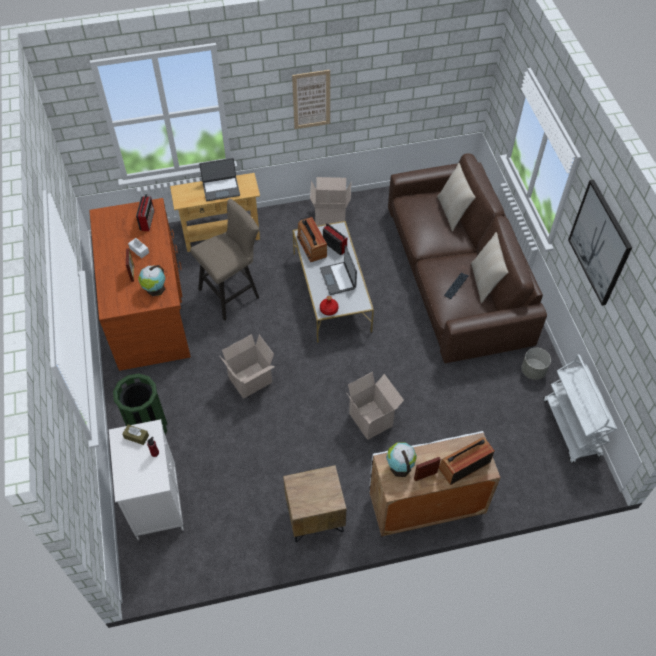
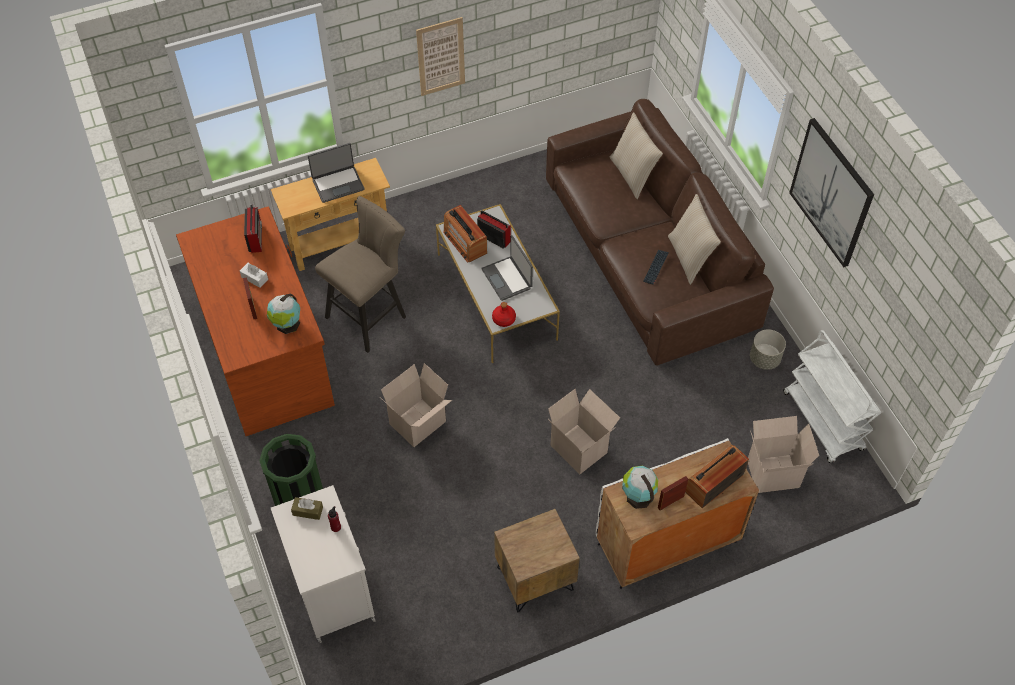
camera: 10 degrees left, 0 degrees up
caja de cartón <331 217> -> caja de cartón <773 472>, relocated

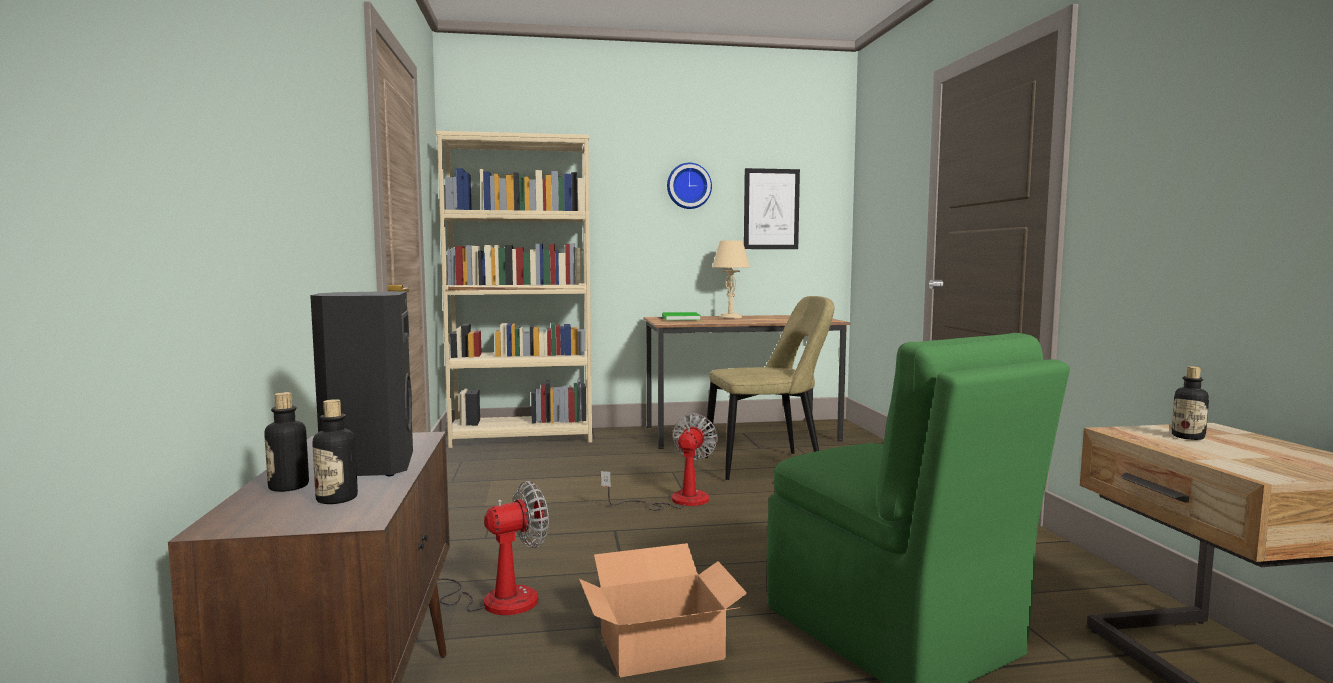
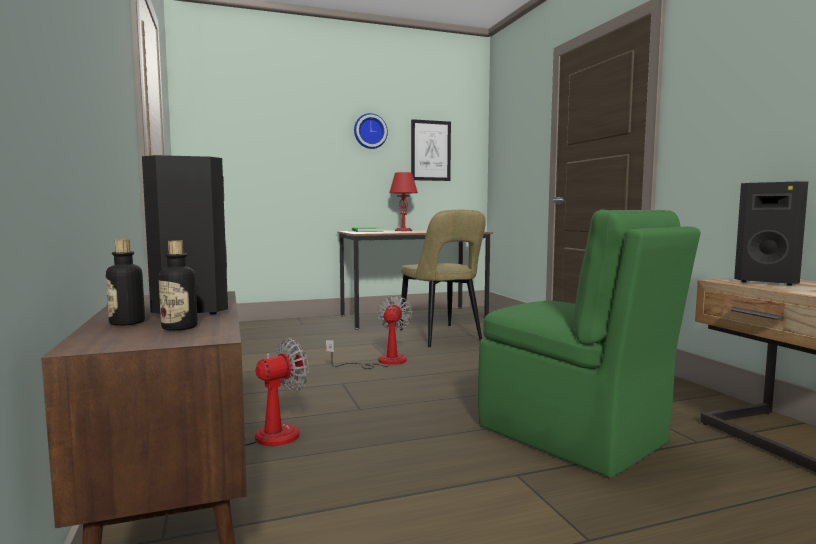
camera: 10 degrees left, 0 degrees up
estantería [beis] <523 438> -> none
caja de cartón <659 645> -> none
silla [beis] <768 466> -> silla [beis] <441 337>, 90 degrees clockwise
lámpara de mesa [beis] <730 317> -> lámpara de mesa [rojo] <403 230>
botella <1187 437> -> altavoz [negro] <767 282>

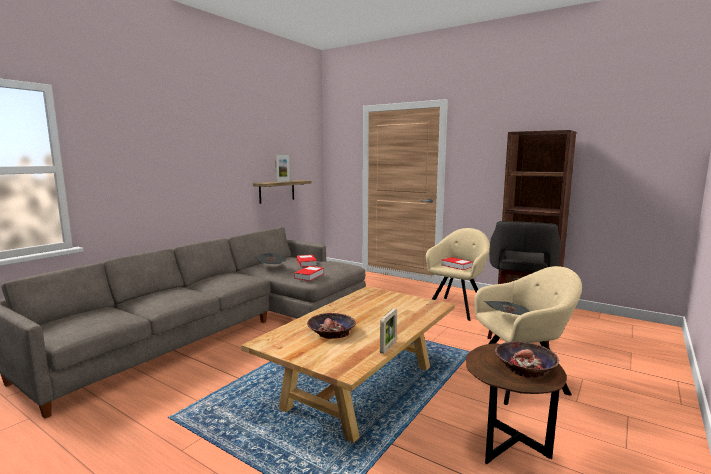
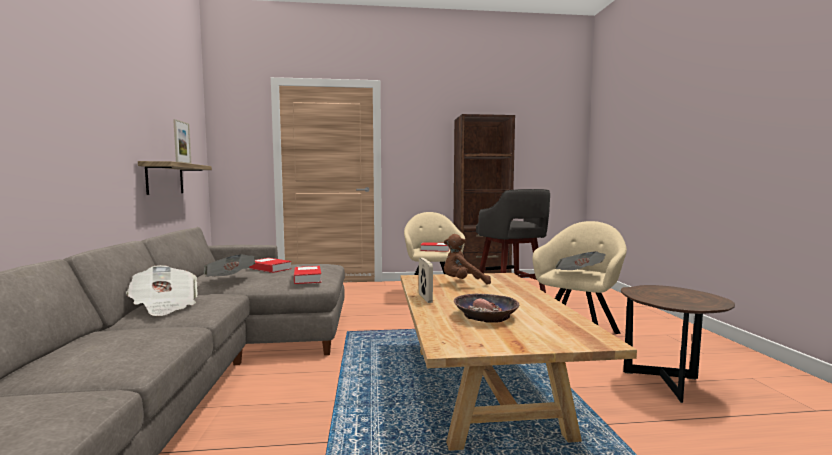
camera: 40 degrees left, 5 degrees down
portarretratos <388 347> -> portarretratos <425 298>, relocated
cuenco <525 366> -> none
none -> periódico <165 306>
none -> peluche [marrón] <463 283>

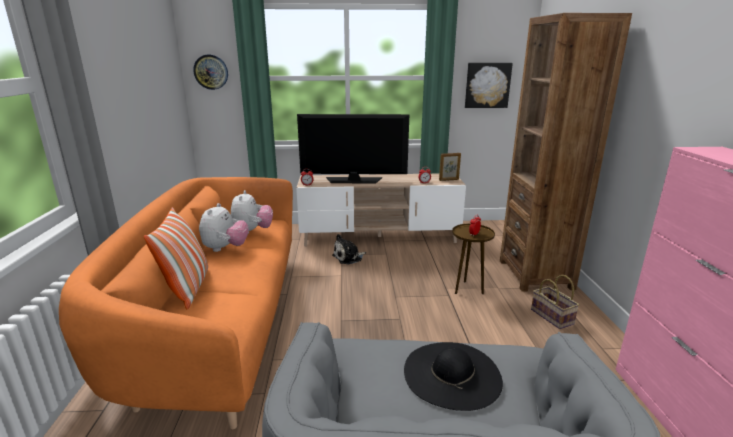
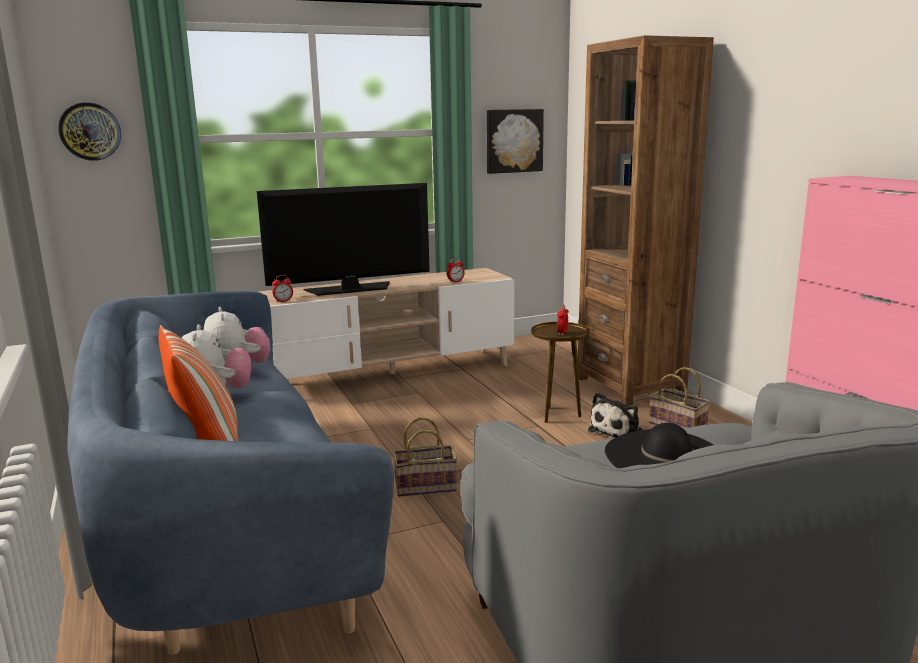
camera: 20 degrees left, 5 degrees down
sofá [naranja] <220 323> -> sofá [azul] <225 520>
peluche <349 258> -> peluche <618 430>, relocated
portarretratos <449 180> -> none
none -> cesta <427 485>

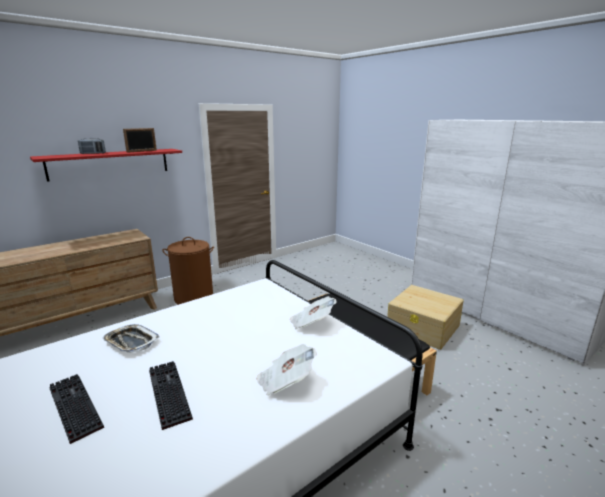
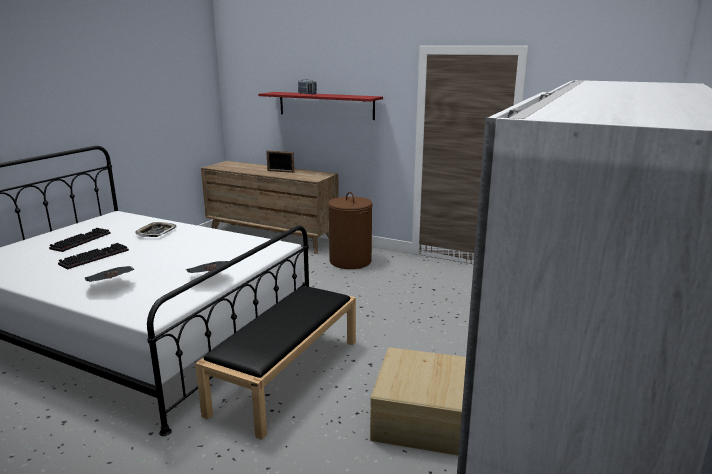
camera: 65 degrees right, 0 degrees up
portarretratos <142 151> -> portarretratos <280 171>, relocated

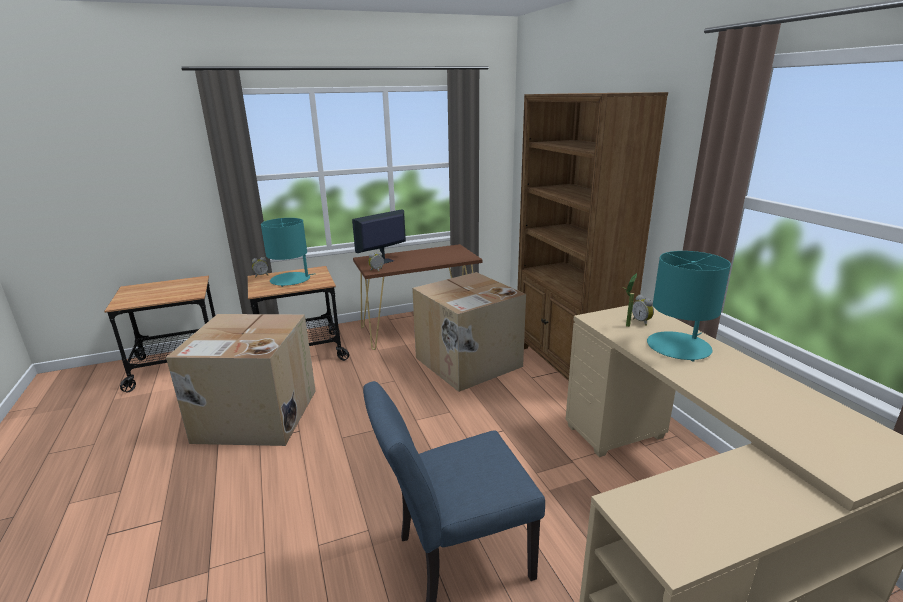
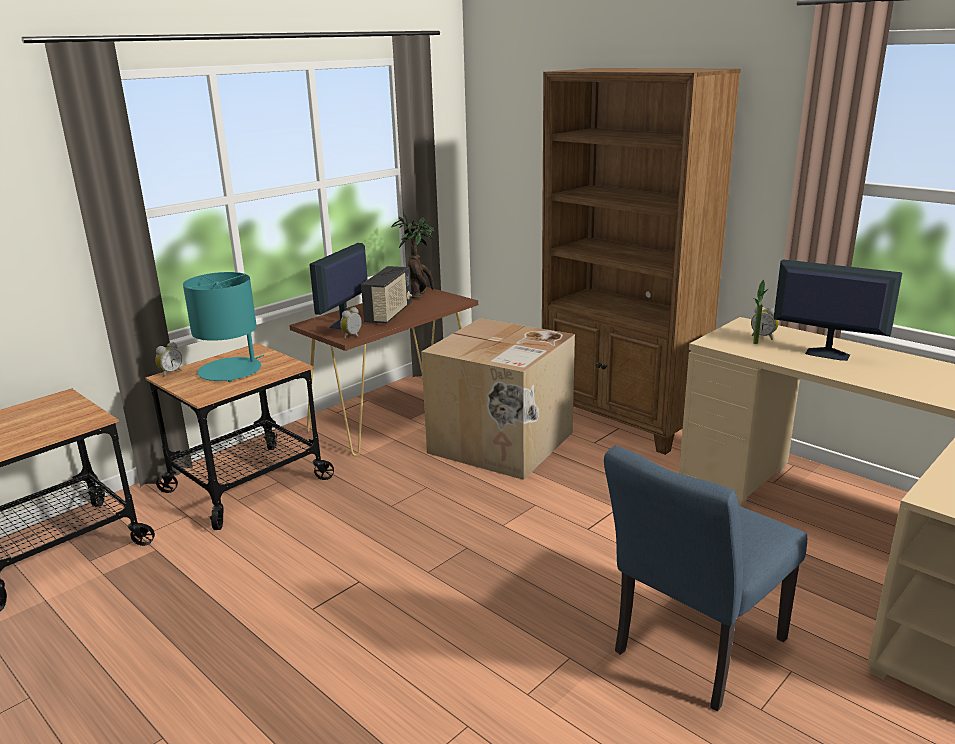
camera: 25 degrees left, 0 degrees up
caja de cartón <255 416> -> none
lámpara de mesa [turquesa] <679 347> -> monitor <826 354>
none -> radio <389 314>
none -> planta en maceta <419 295>

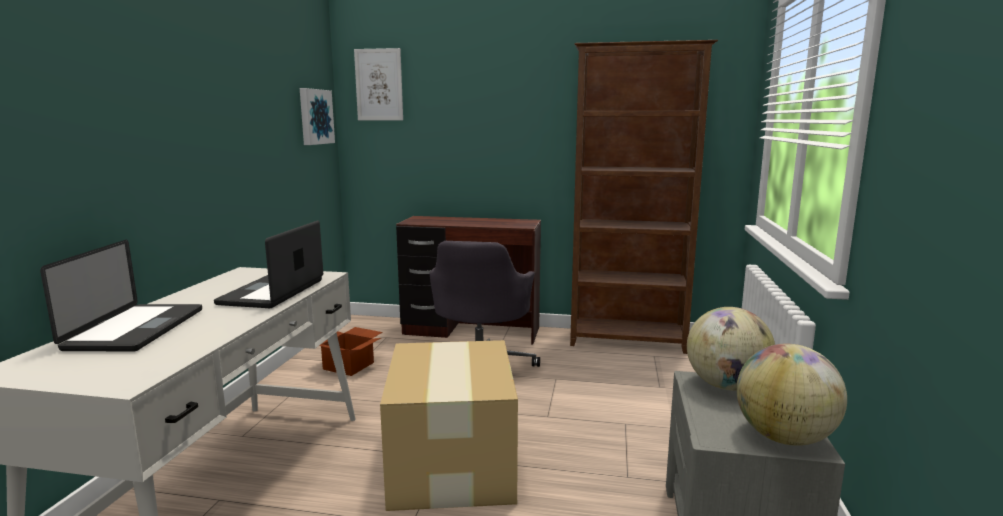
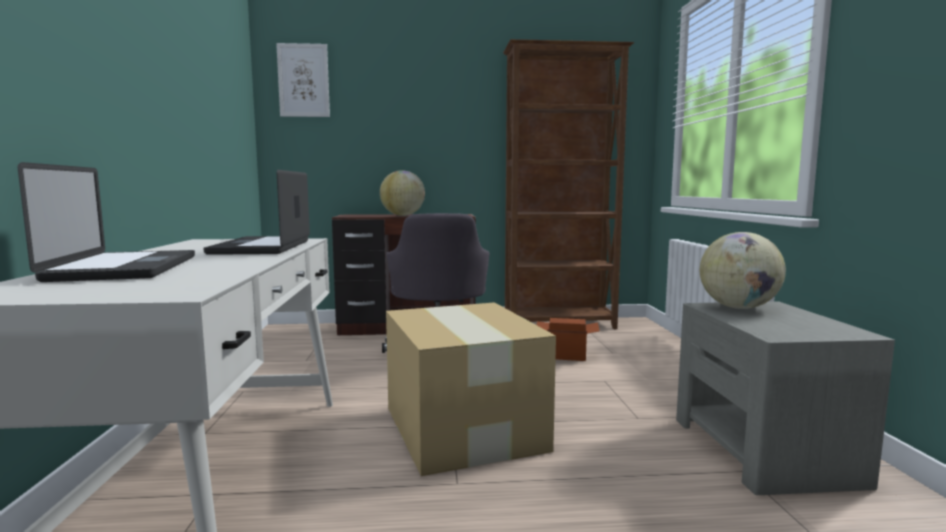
camera: 15 degrees left, 5 degrees down
cuadro <315 117> -> none
caja de cartón <350 365> -> caja de cartón <567 354>, relocated
globo terráqueo <784 437> -> globo terráqueo <402 215>, relocated

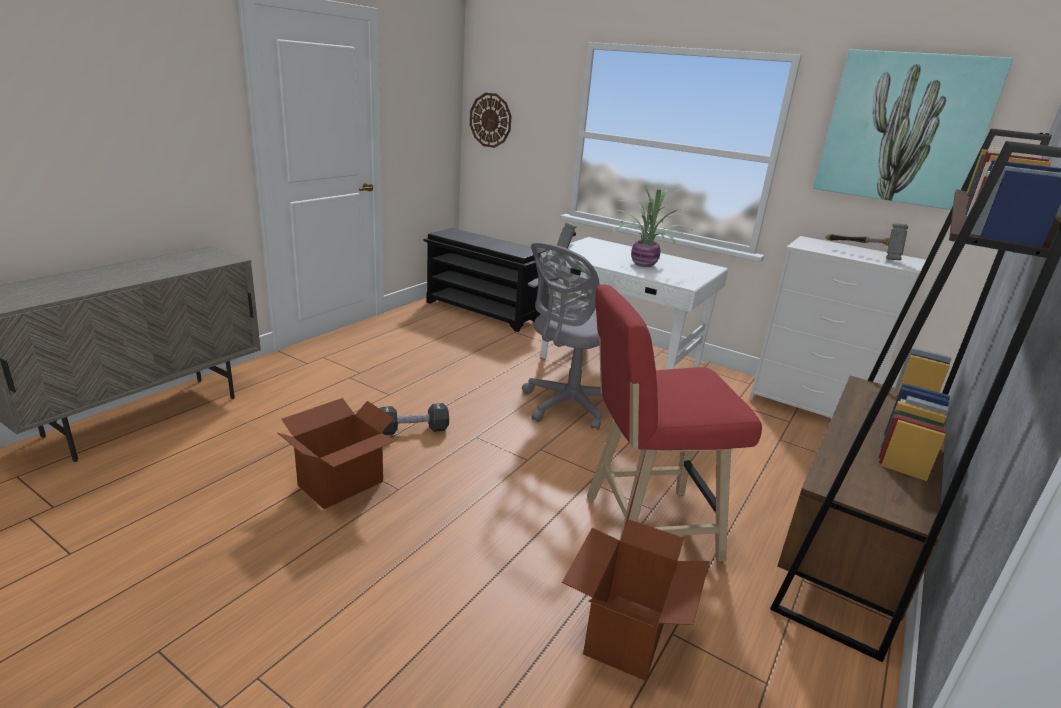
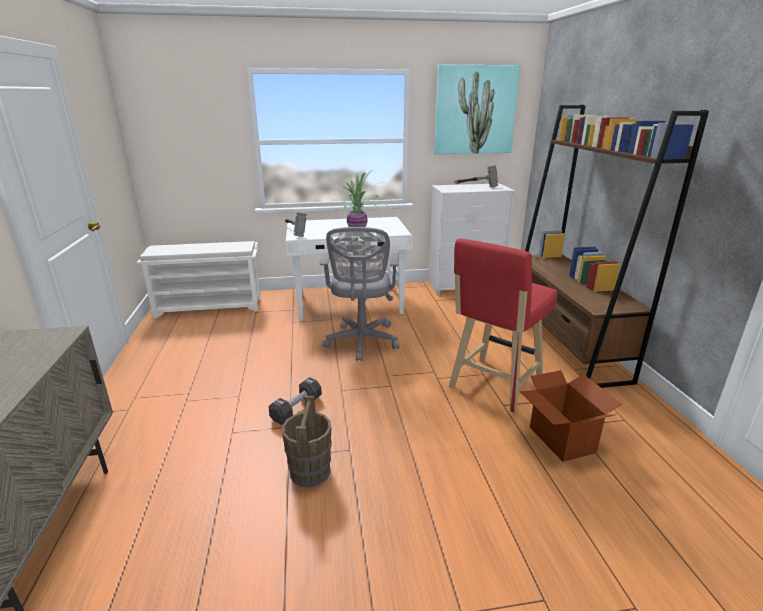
camera: 40 degrees left, 0 degrees up
caja de cartón <341 484> -> cubo [marrón] <310 471>
zapatero [negro] <483 311> -> zapatero [blanco] <210 307>
reloj de pared <490 120> -> none

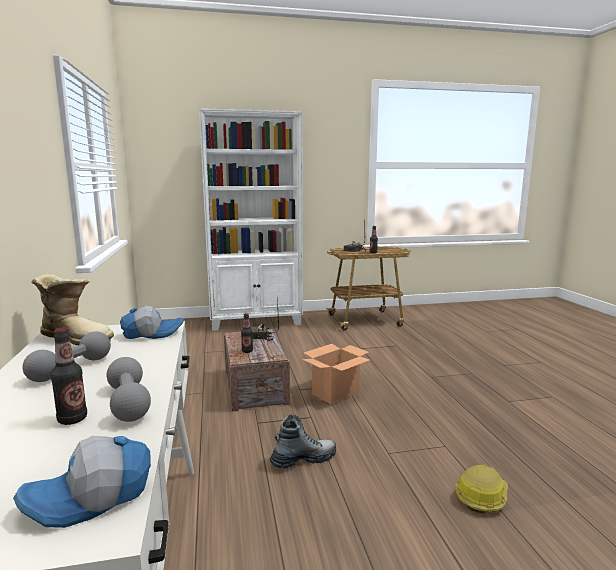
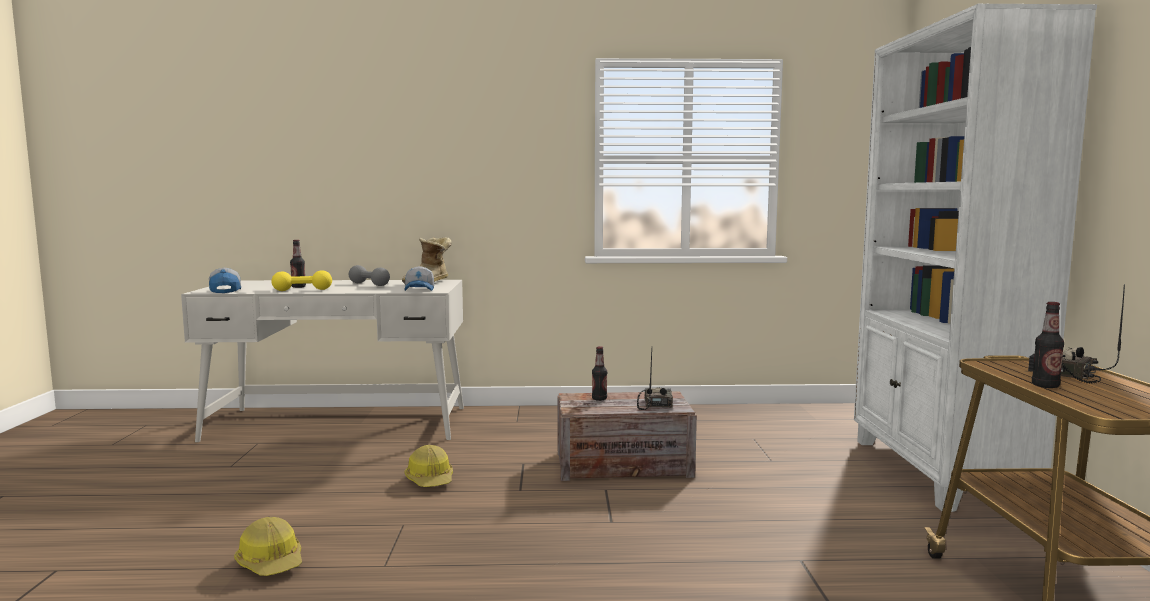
camera: 100 degrees right, 5 degrees down
mancuerna [gris] <129 403> -> mancuerna [amarillo] <302 290>
bota <303 459> -> casco <430 480>
caja de cartón <335 393> -> none

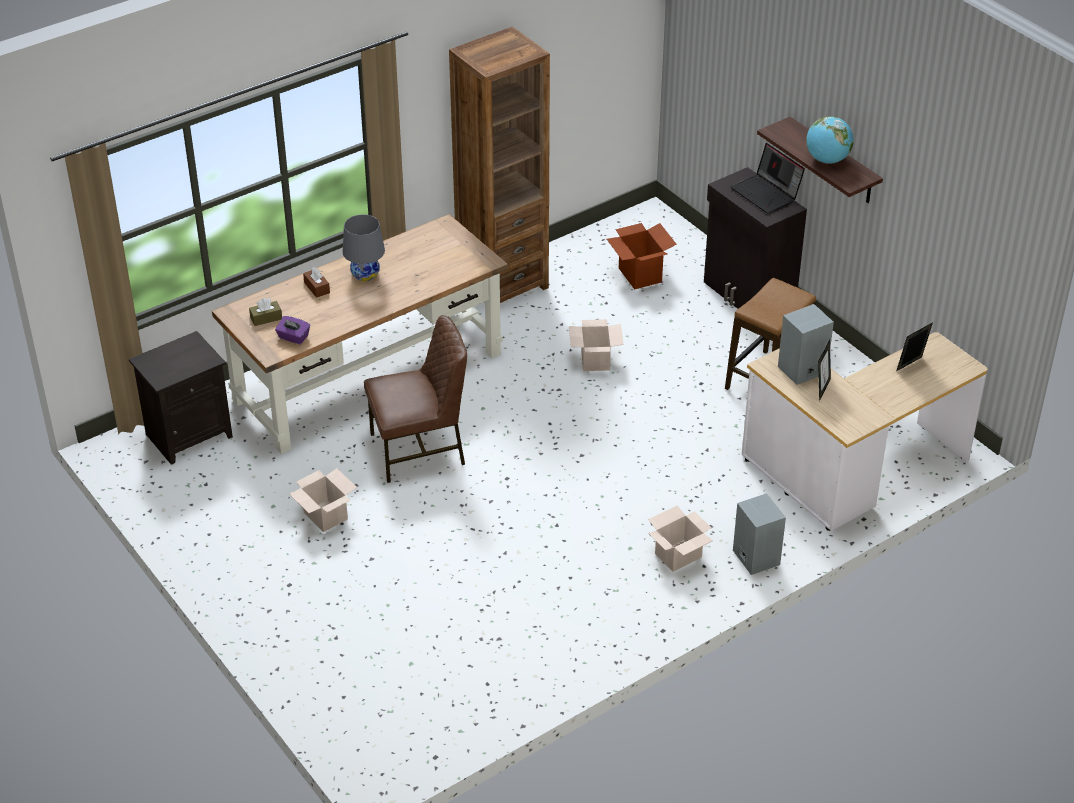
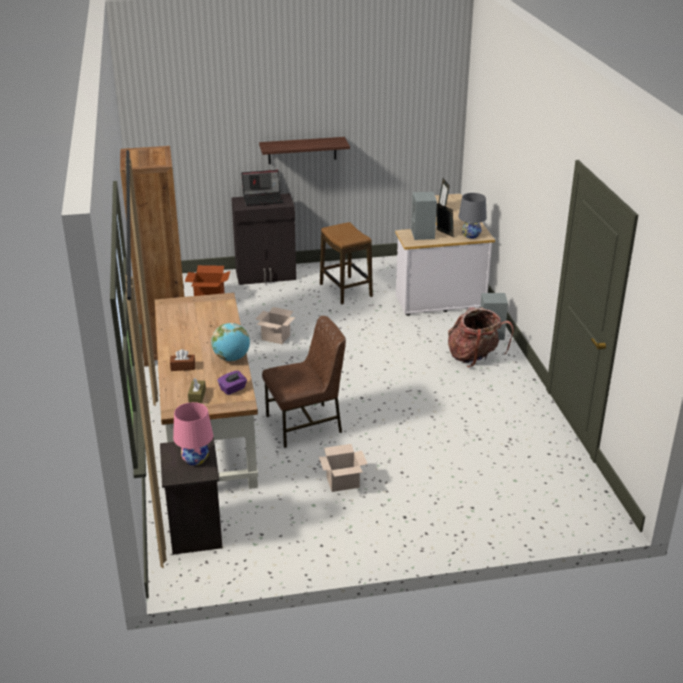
camera: 65 degrees left, 10 degrees down
lámpara de mesa [gris] <365 274> -> lámpara de mesa [gris] <471 235>, relocated
silla [marrón] <419 450> -> silla [marrón] <305 424>, 60 degrees clockwise
caja de cartón <678 556> -> mochila <475 358>
globo terráqueo <827 160> -> globo terráqueo <232 358>, relocated
none -> lámpara de mesa [rosa] <195 459>

